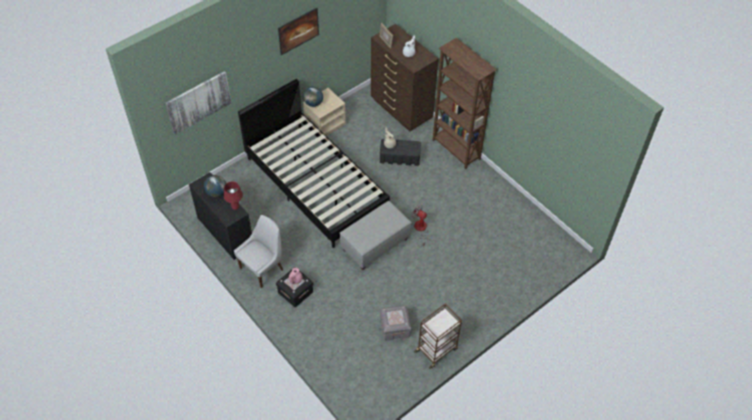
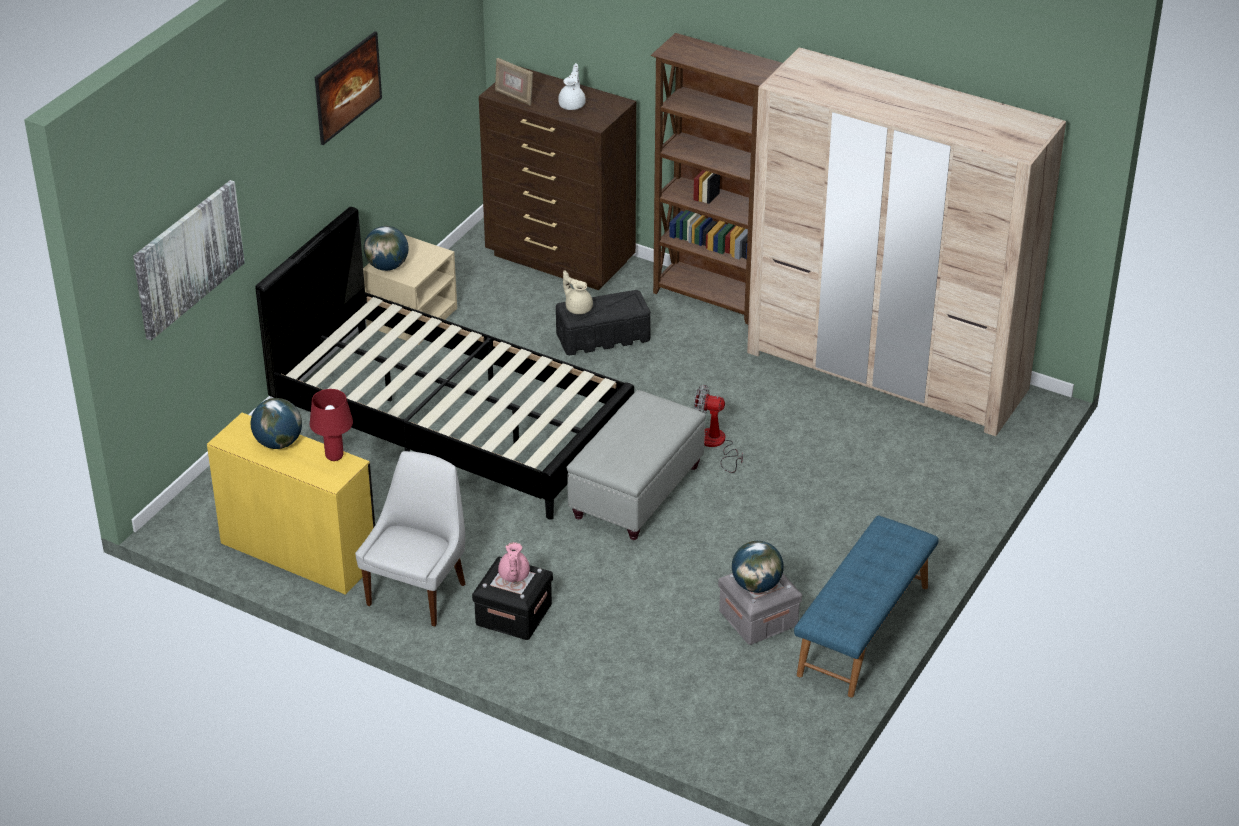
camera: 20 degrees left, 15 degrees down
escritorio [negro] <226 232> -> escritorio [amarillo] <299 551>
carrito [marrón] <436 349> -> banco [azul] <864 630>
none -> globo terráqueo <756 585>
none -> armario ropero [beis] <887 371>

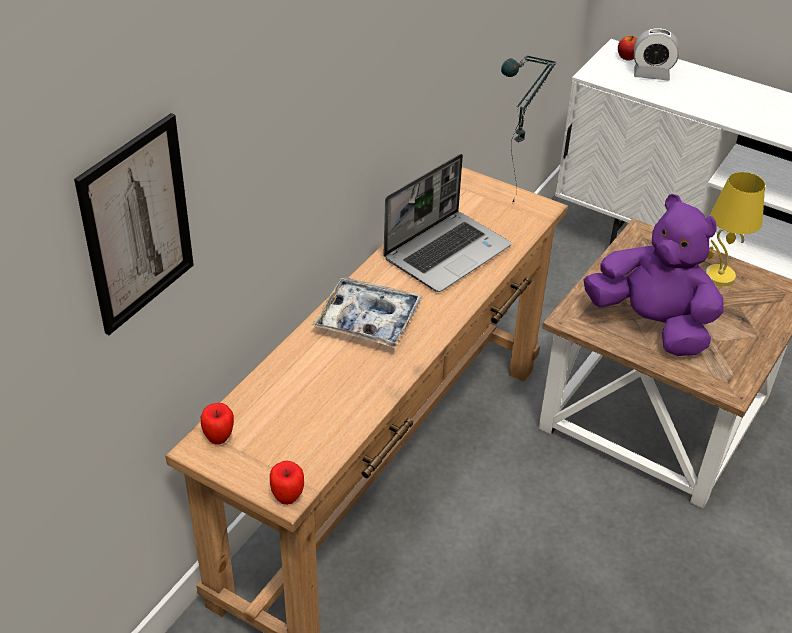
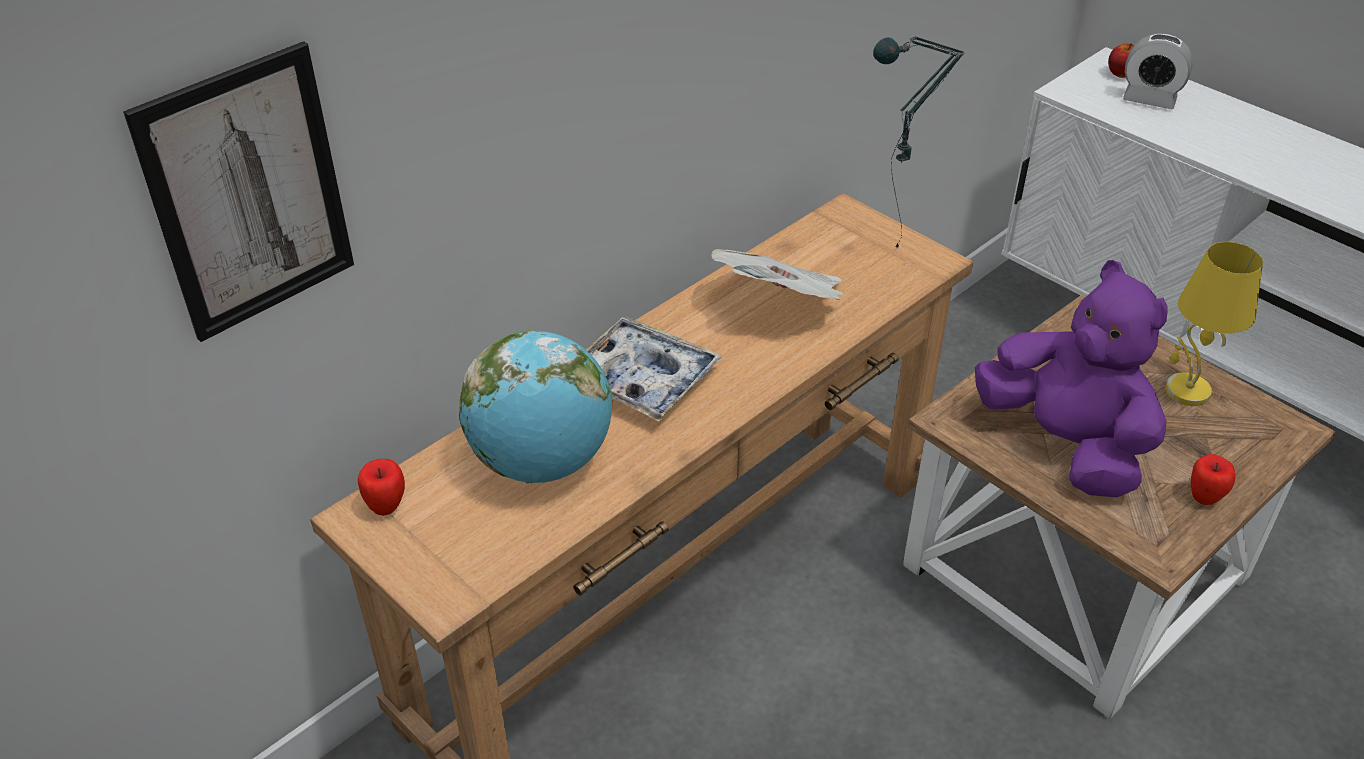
camera: 15 degrees right, 0 degrees up
manzana <288 497> -> manzana <1204 497>, relocated
portátil <447 252> -> periódico <782 303>
none -> globo terráqueo <542 461>

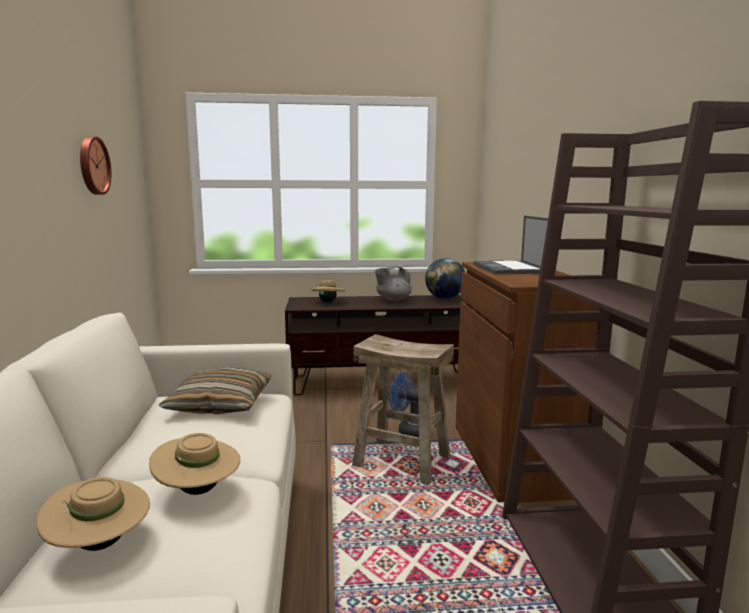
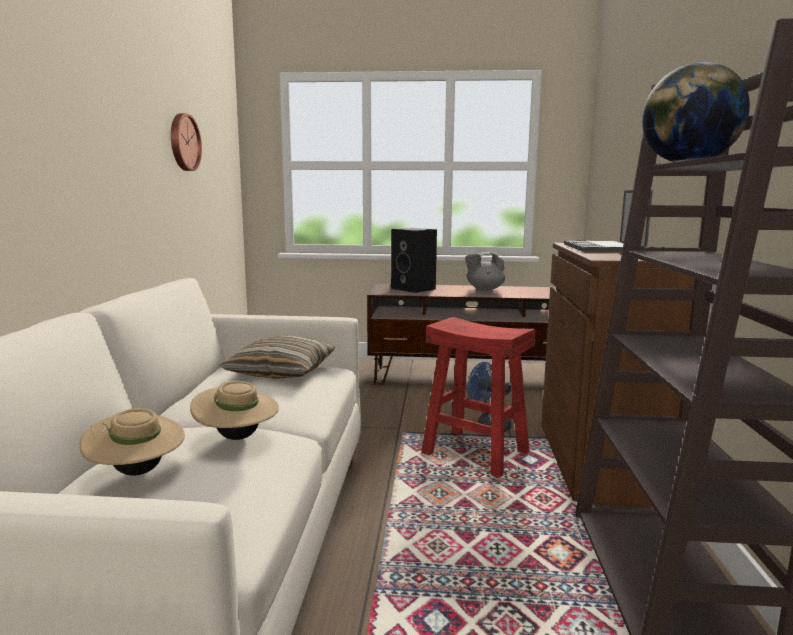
camera: 10 degrees right, 0 degrees up
sombrero [beis] <328 302> -> altavoz [negro] <414 289>
taburete [beis] <401 461> -> taburete [rojo] <474 453>
globo terráqueo <444 298> -> globo terráqueo <688 164>, relocated

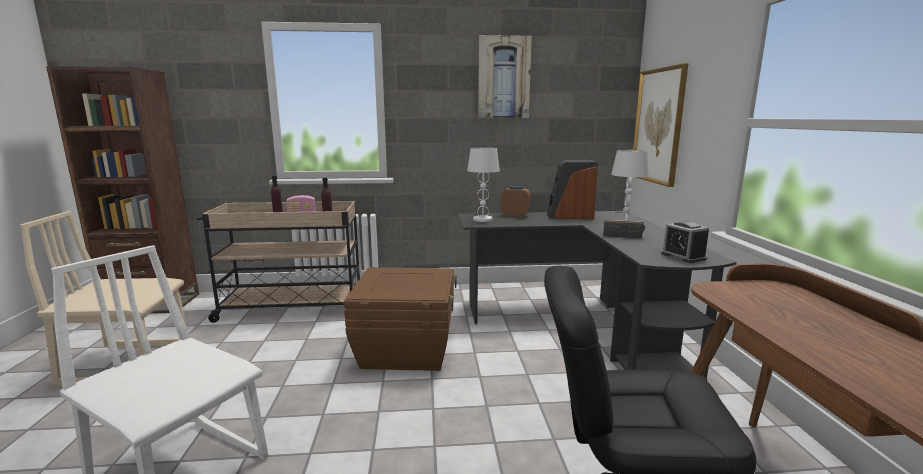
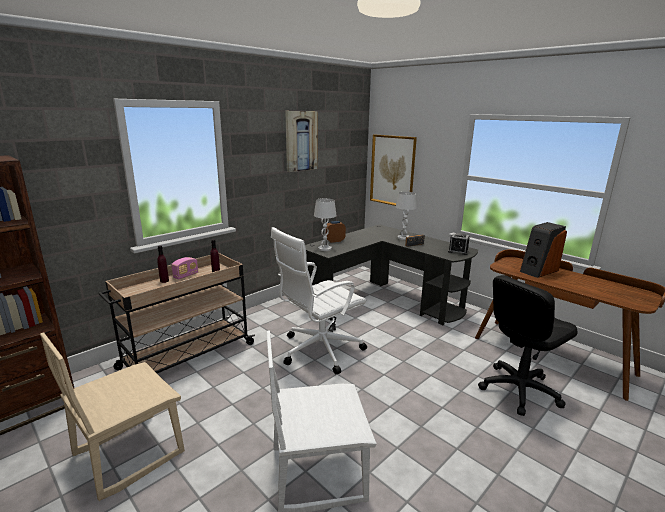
camera: 40 degrees left, 5 degrees up
caja de almacenaje [marrón] <407 349> -> silla de oficina [blanco] <319 350>
altavoz <570 216> -> altavoz <538 270>, relocated

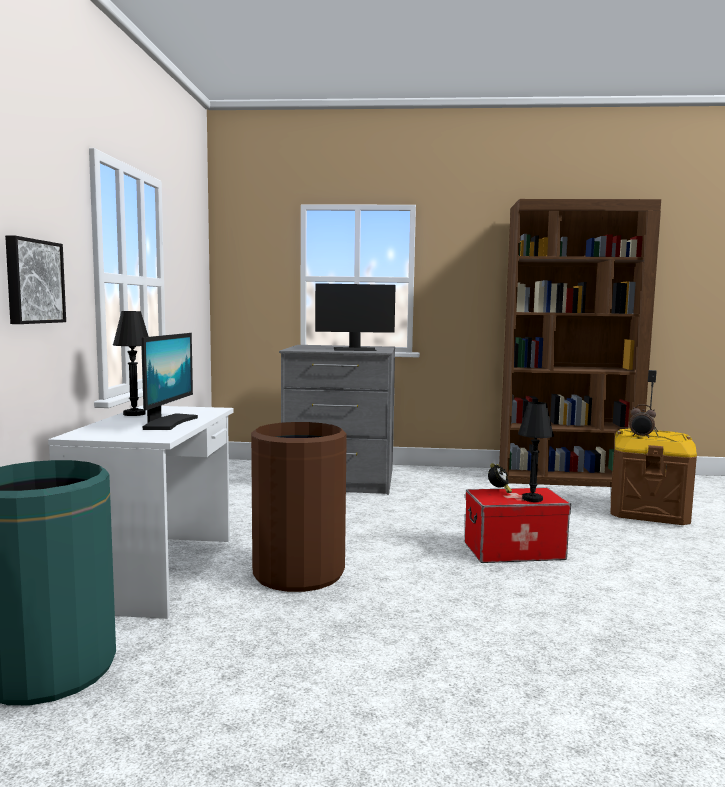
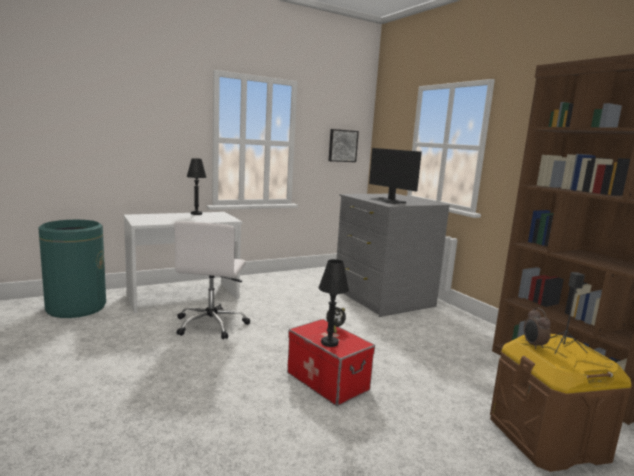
camera: 55 degrees right, 5 degrees up
cuadro <33 281> -> cuadro <342 145>, relocated
monitor <168 423> -> none
papelera [marrón] <298 573> -> silla de oficina [blanco] <211 324>

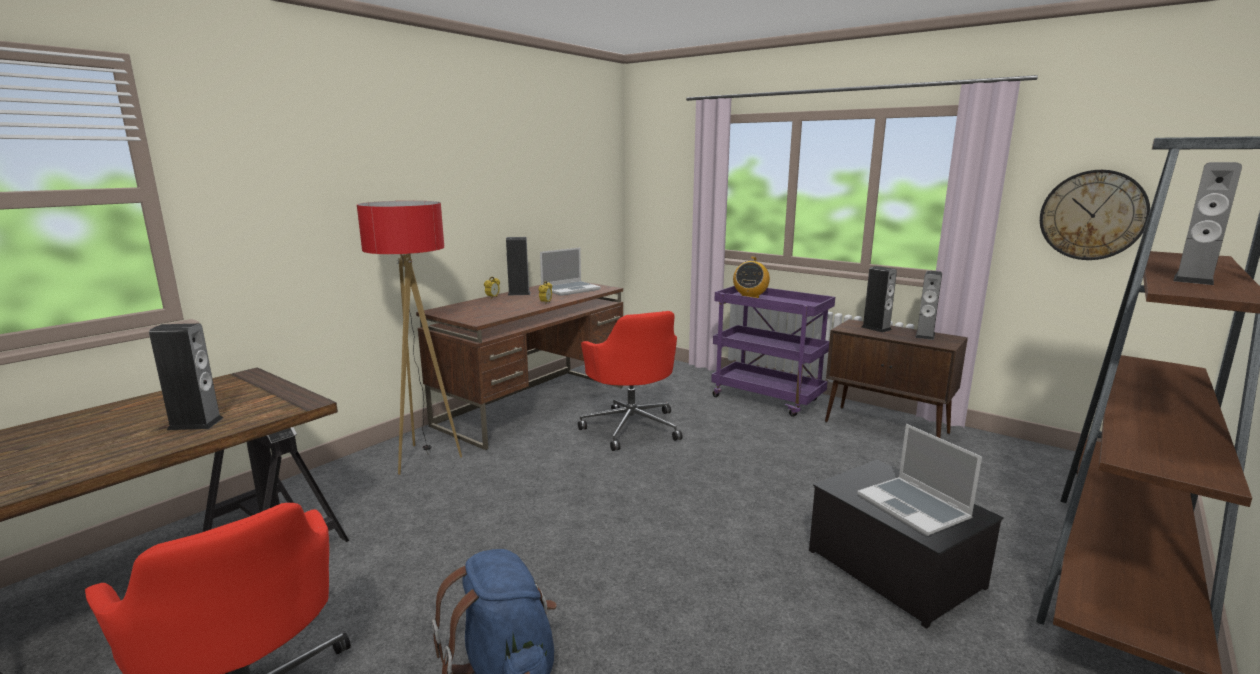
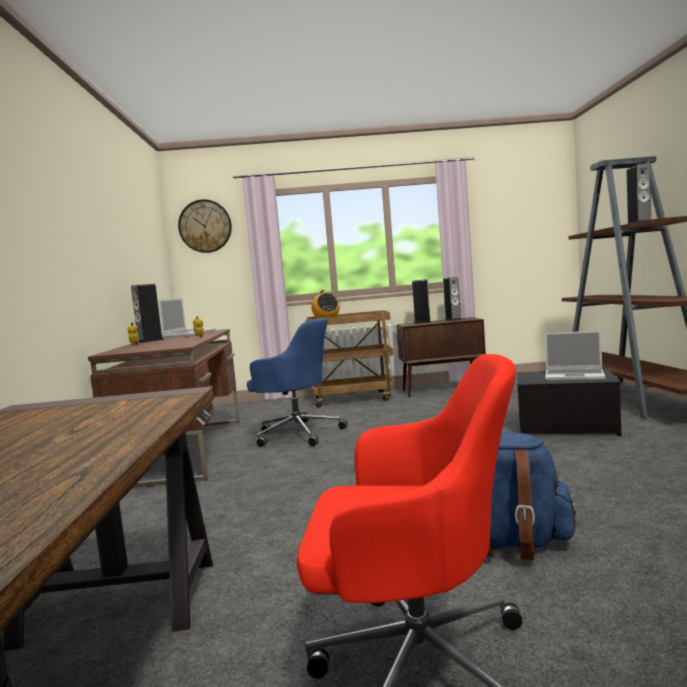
camera: 40 degrees left, 10 degrees down
altavoz <195 423> -> none
lámpara de pie <425 458> -> none
silla de oficina [rojo] <631 427> -> silla de oficina [azul] <297 434>
carrito [morado] <768 399> -> carrito [marrón] <354 399>
reloj de pared <1092 215> -> reloj de pared <205 226>, relocated

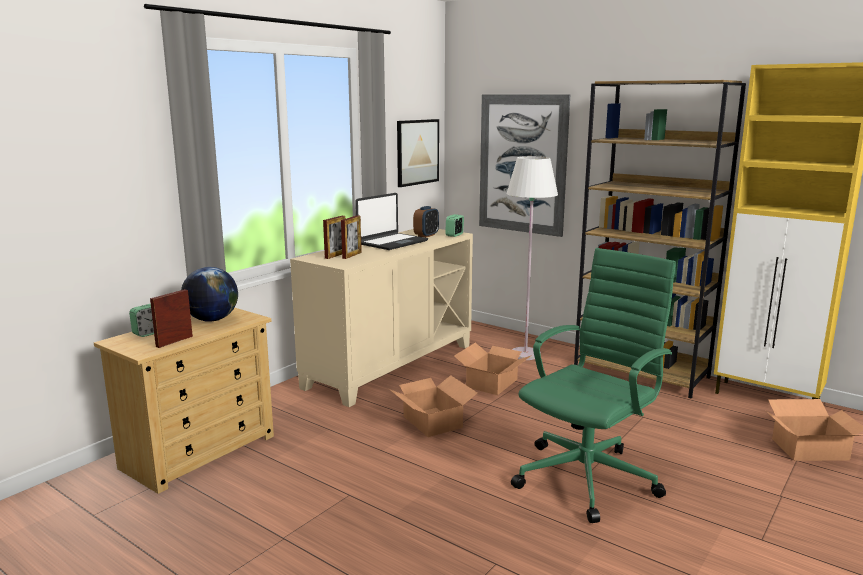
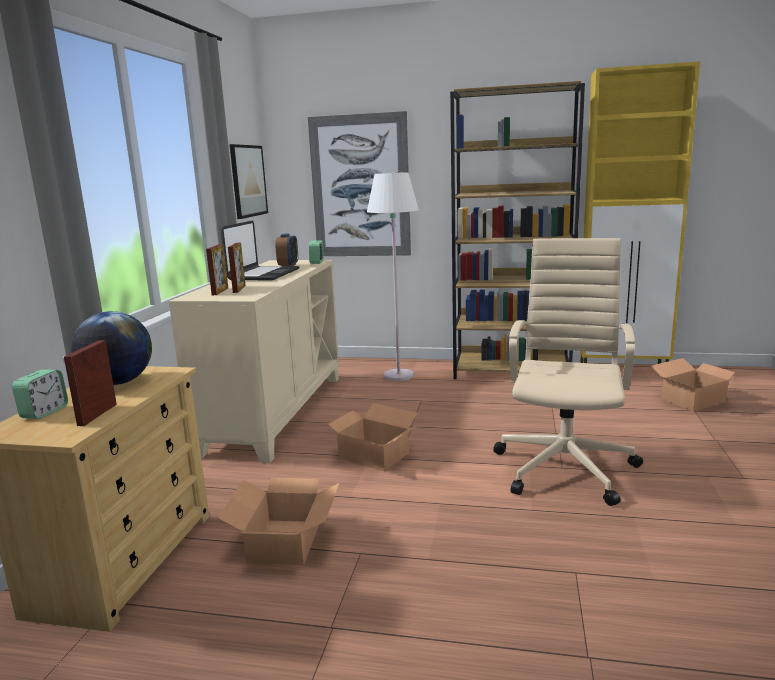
camera: 25 degrees left, 0 degrees up
caja de cartón <491 383> -> caja de cartón <284 542>, relocated
silla de oficina [verde] <588 477> -> silla de oficina [beis] <565 466>

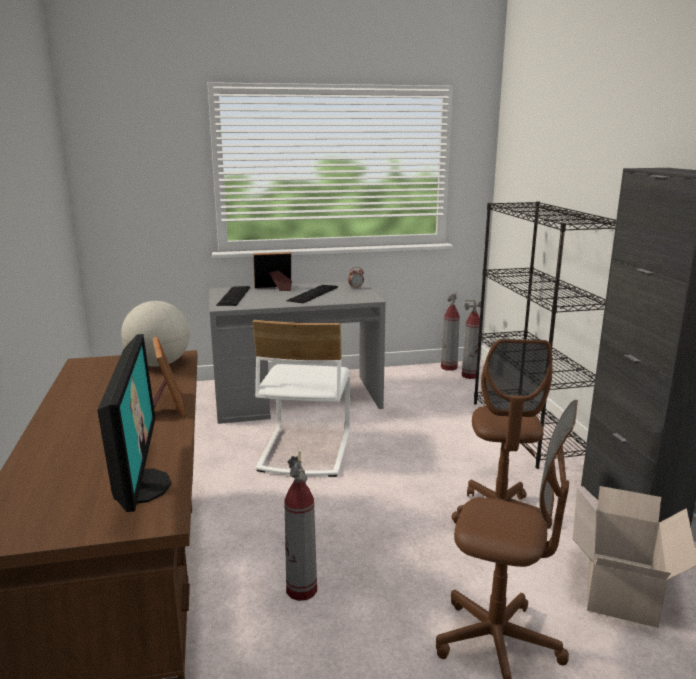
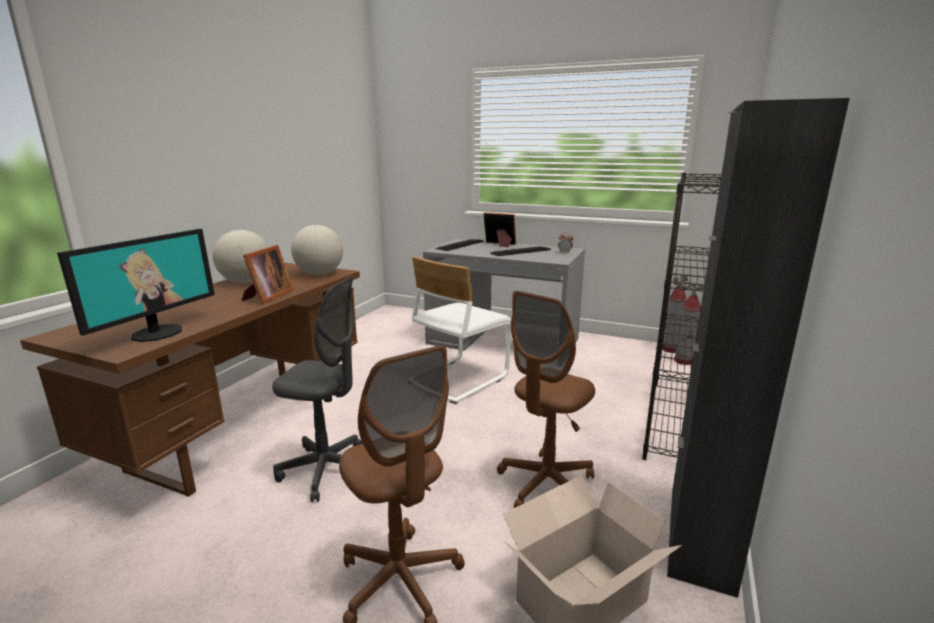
camera: 35 degrees right, 0 degrees up
extintor <301 590> -> silla de oficina [gris] <327 470>
none -> globo terráqueo <246 282>

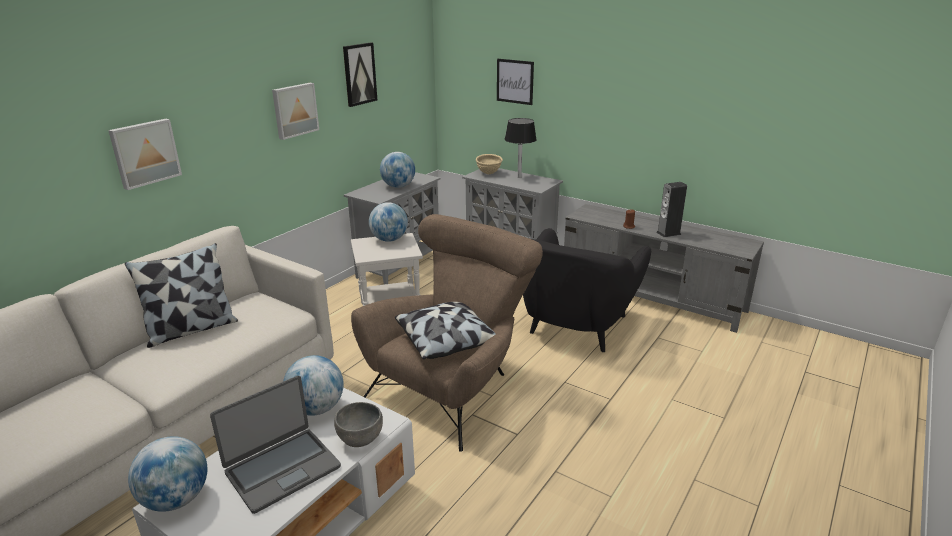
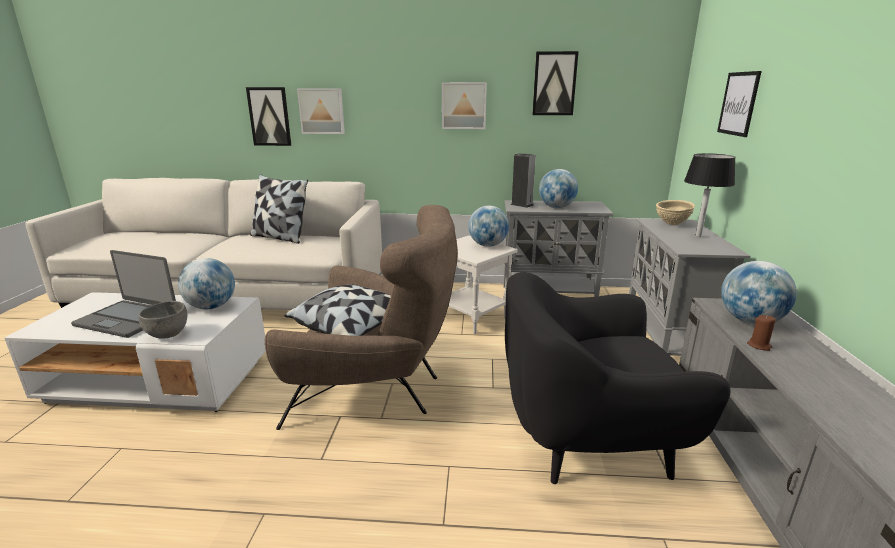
camera: 60 degrees right, 5 degrees down
globo terráqueo <176 499> -> globo terráqueo <750 321>, relocated
altavoz <668 233> -> altavoz <522 205>, relocated
none -> cuadro <269 116>

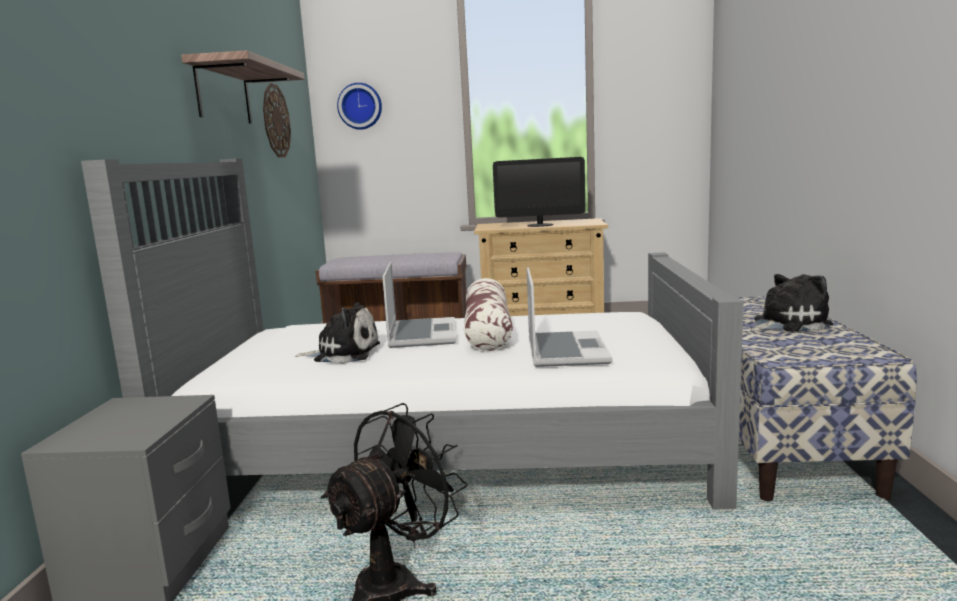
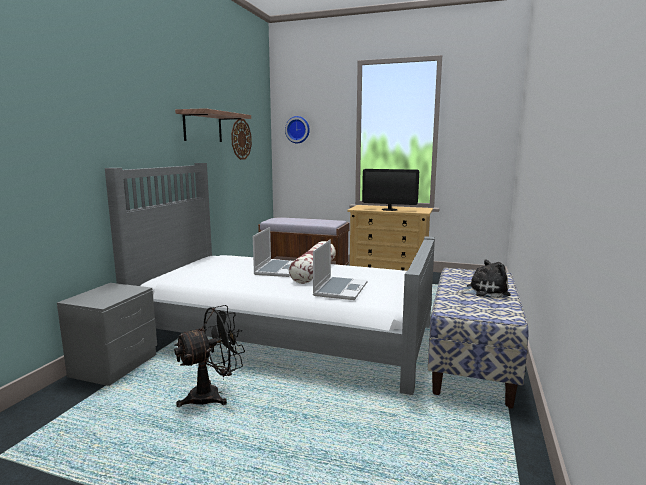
camera: 15 degrees right, 0 degrees up
peluche <343 353> -> none

